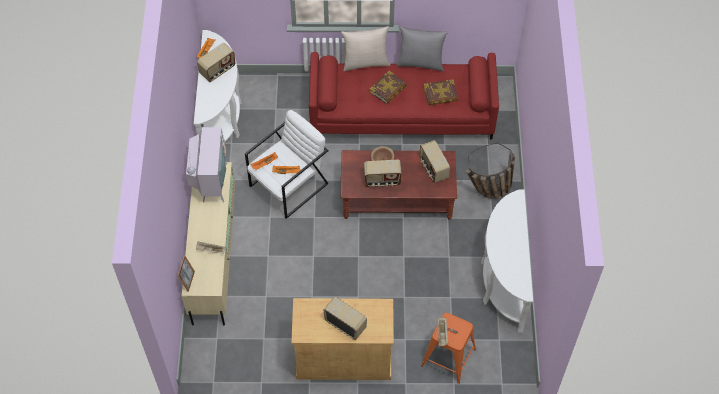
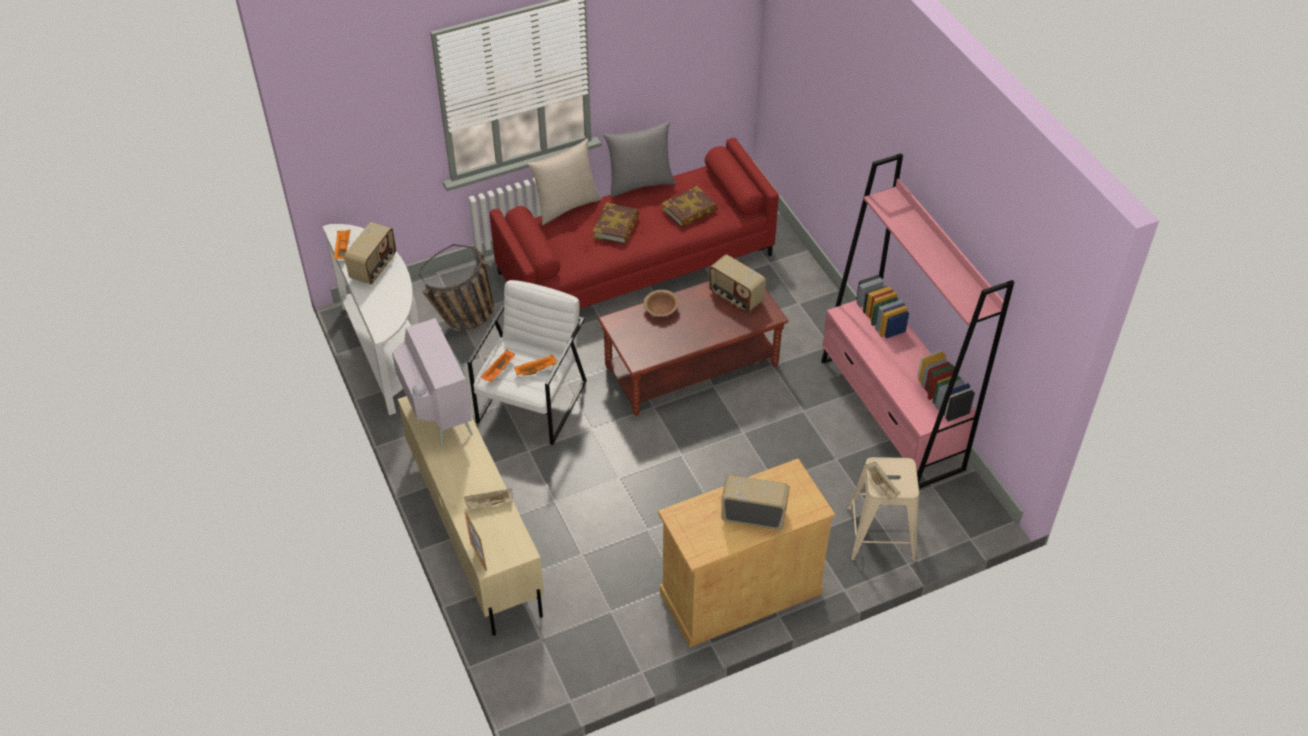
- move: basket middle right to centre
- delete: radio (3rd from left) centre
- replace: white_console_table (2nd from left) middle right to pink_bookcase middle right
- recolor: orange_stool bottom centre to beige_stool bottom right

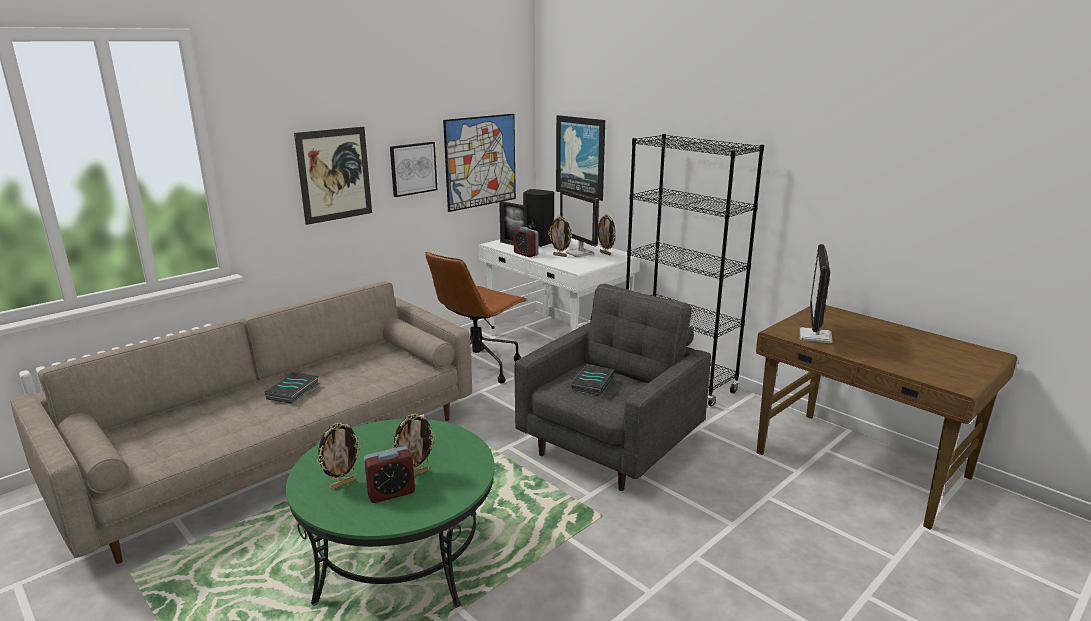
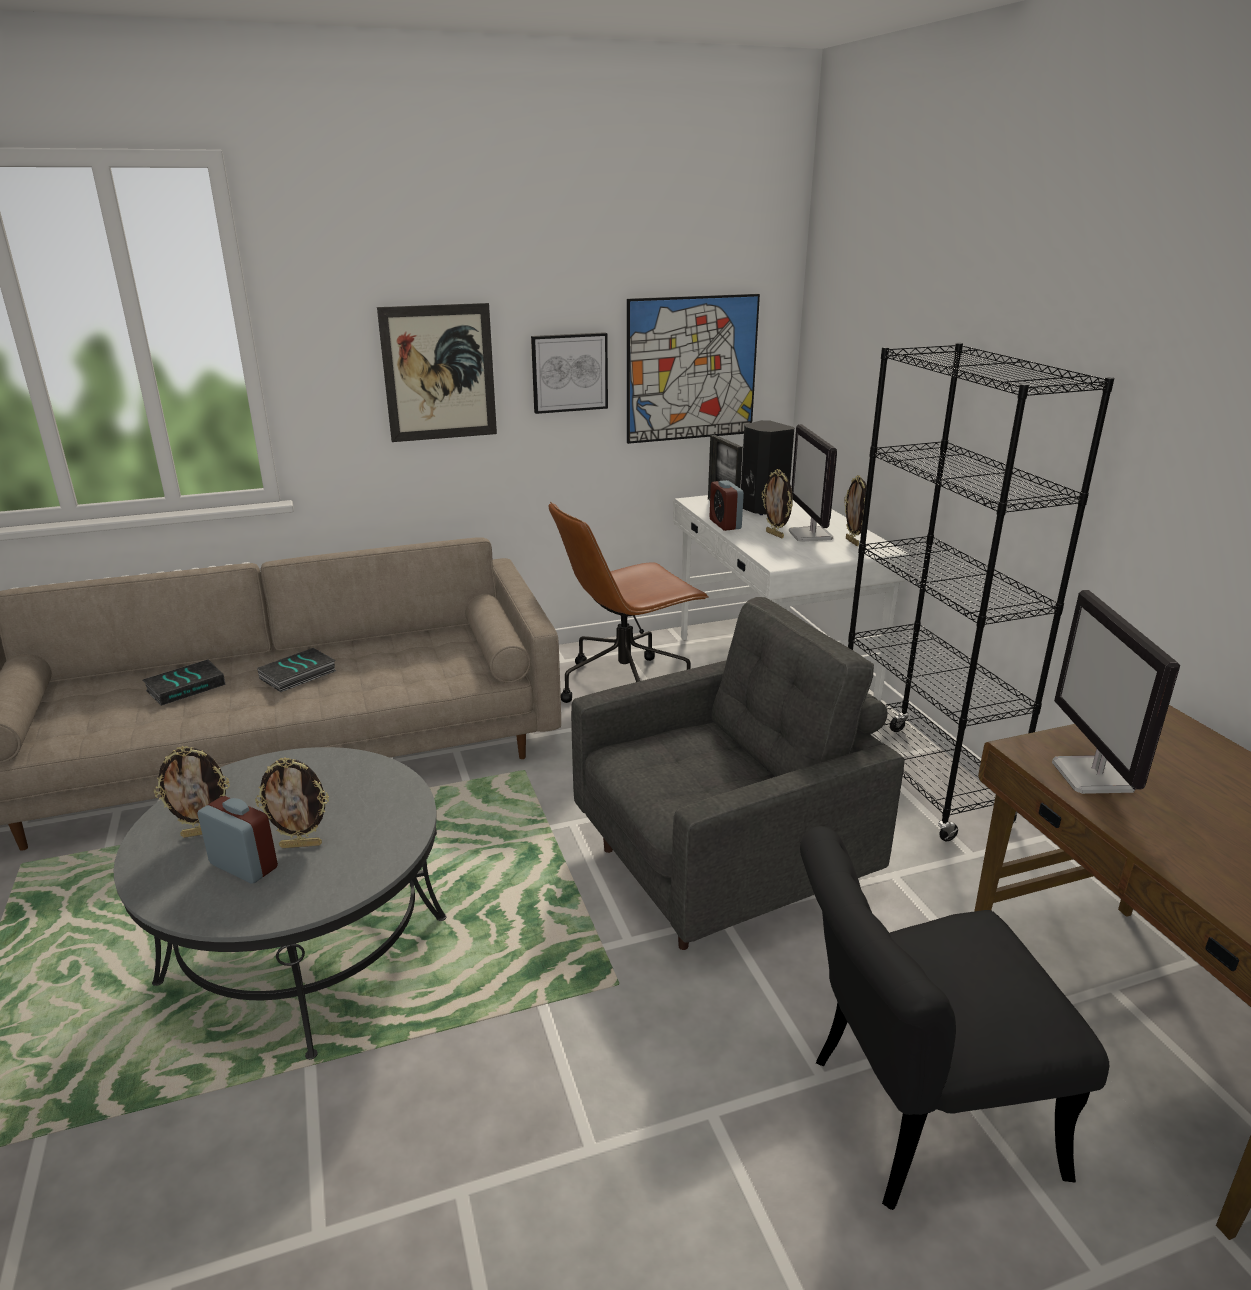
- delete: picture (4th from left) top centre
- rotate: monitor (2nd from left) middle right = middle right 45 degrees counterclockwise
- move: book (2nd from left in the first image) centre to book (1st from left) middle left
- recolor: green_coffee_table bottom centre to grey_coffee_table bottom left
- rotate: alarm_clock (1st from left) bottom centre = middle left 150 degrees counterclockwise
- insert: black_chair bottom right

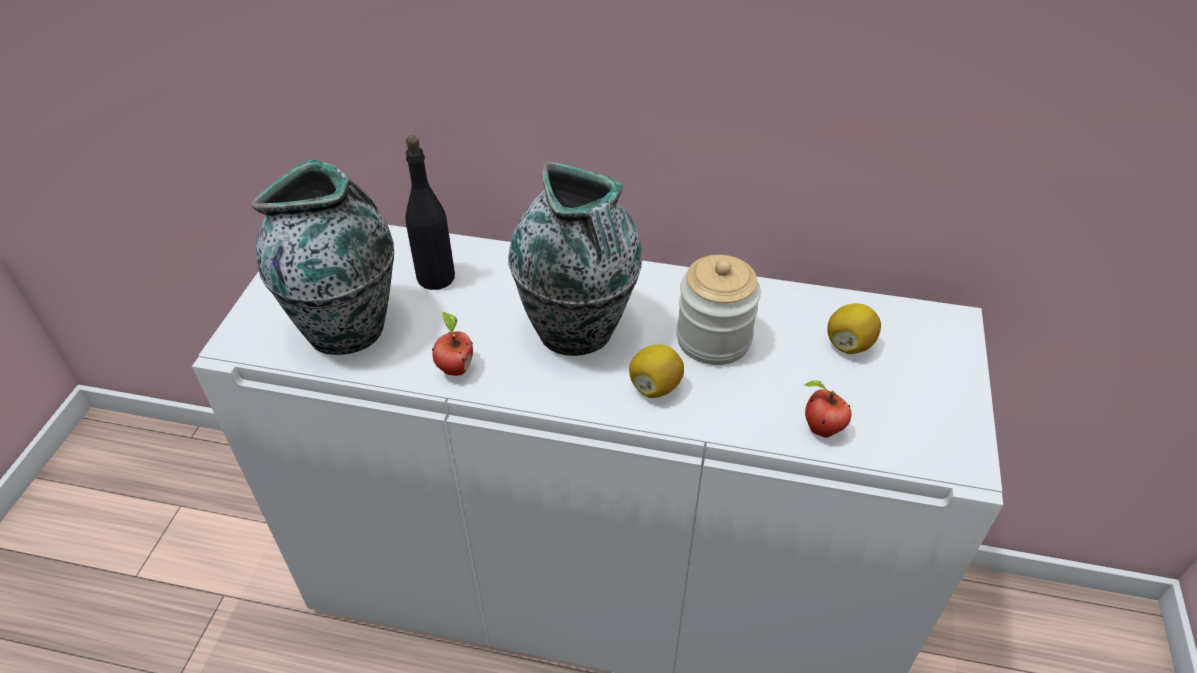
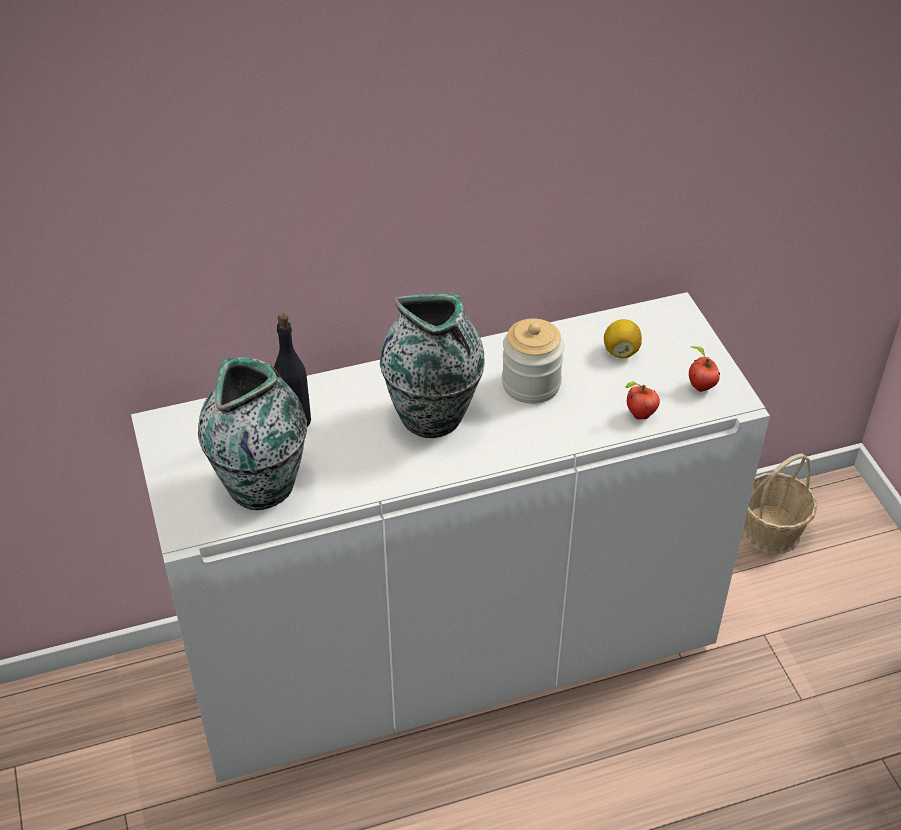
- move: apple (1st from left in the first image) centre to apple (2nd from left) middle right
- delete: lemon (1st from left) centre
- insert: basket middle right

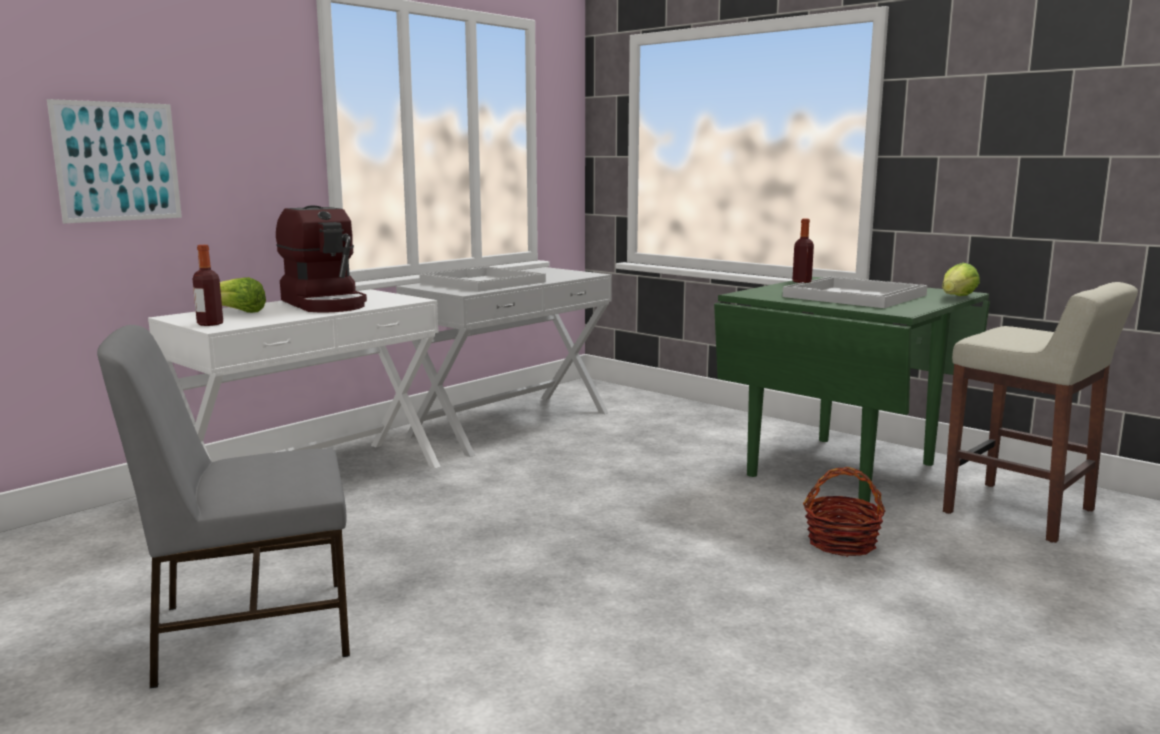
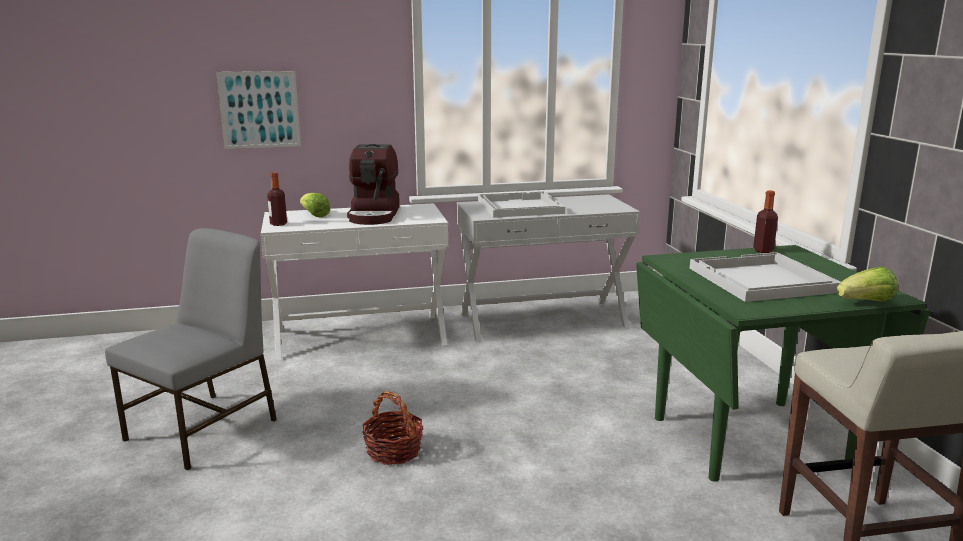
- rotate: grey_chair bottom left = middle left 105 degrees clockwise
- move: basket bottom right to bottom centre

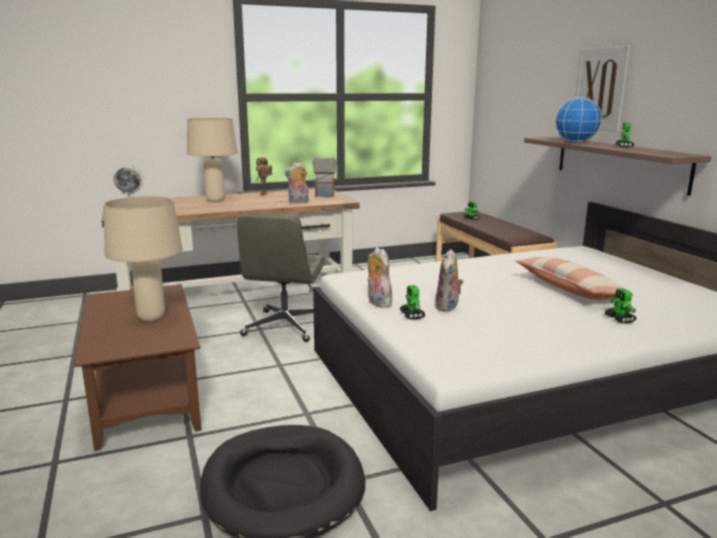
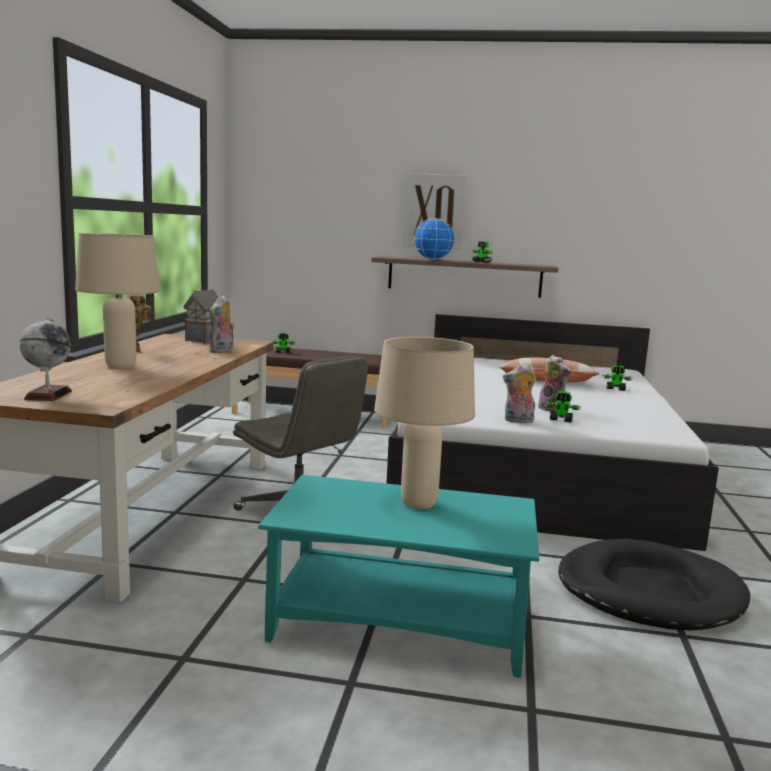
- recolor: brown_coffee_table bottom left to turquoise_coffee_table bottom centre

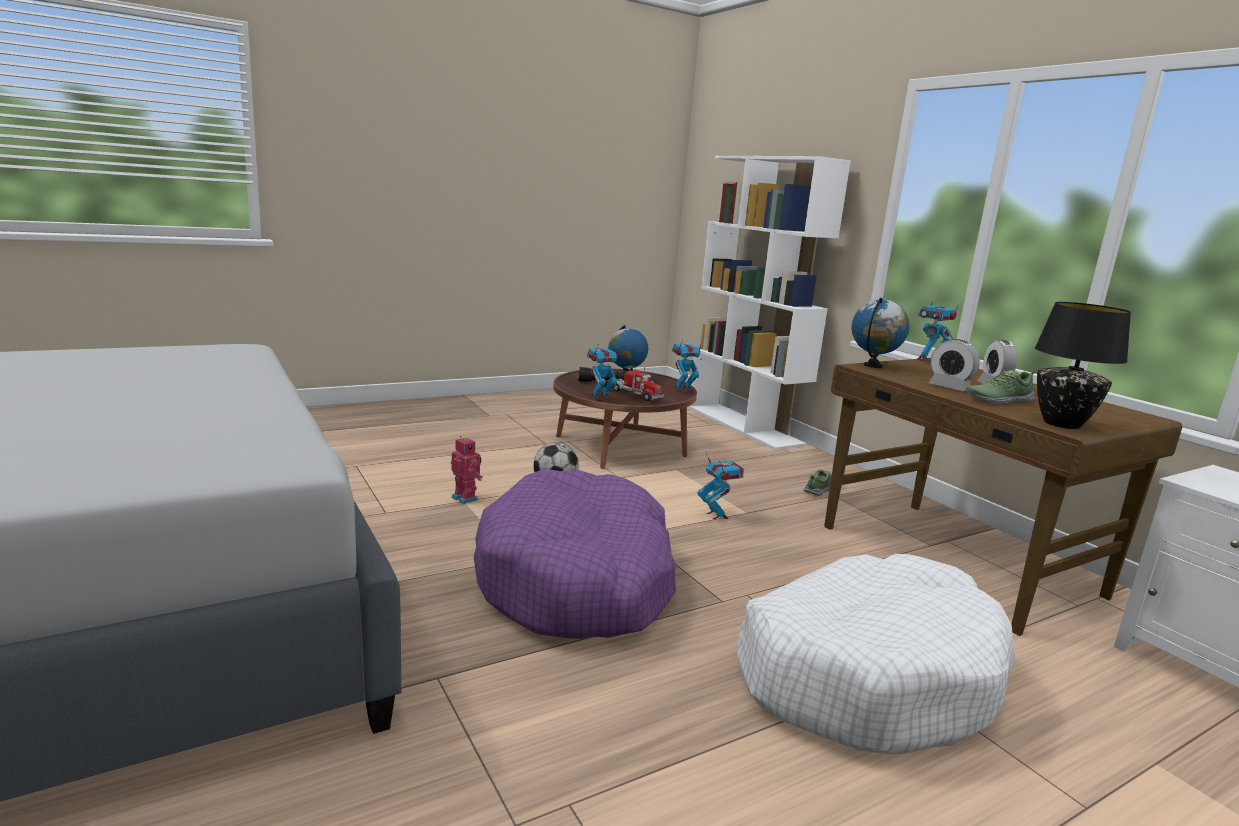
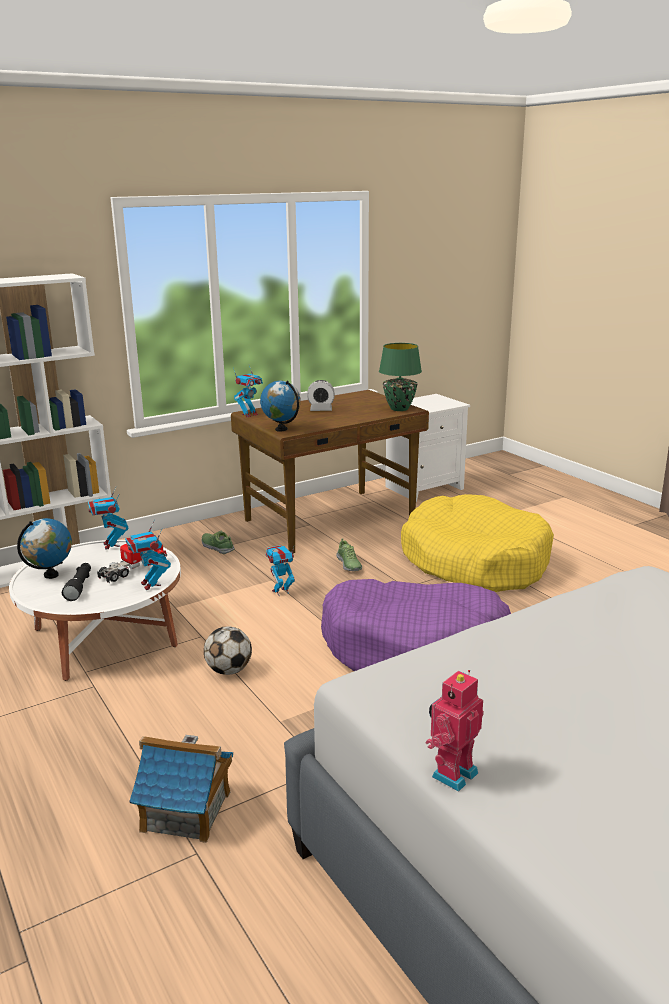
- recolor: black_table_lamp middle right to green_table_lamp centre
- delete: alarm_clock (1st from left) middle right
- recolor: brown_coffee_table centre to white_coffee_table middle left
- move: shoe (2nd from left) middle right to centre
- move: toy_robot (1st from left in the first image) centre to toy_robot (5th from left) bottom right
- recolor: white_dog_bed bottom right to yellow_dog_bed middle right
- insert: toy_house bottom left

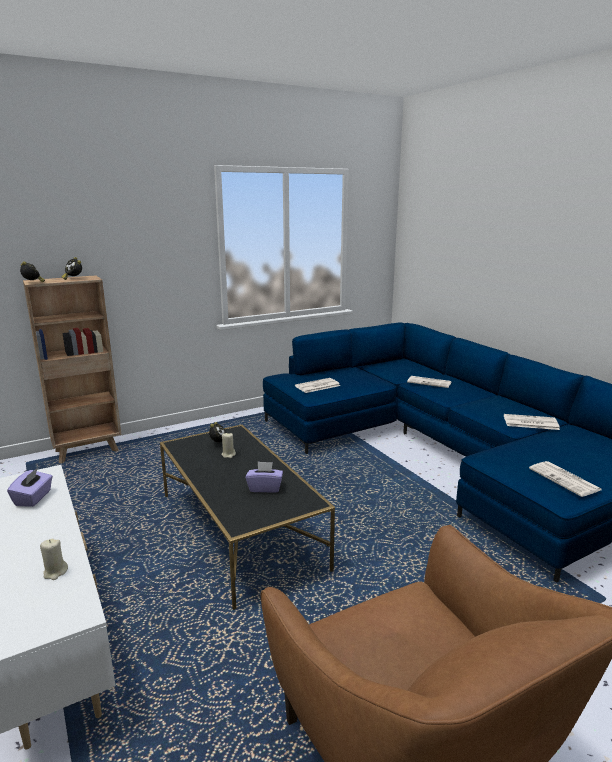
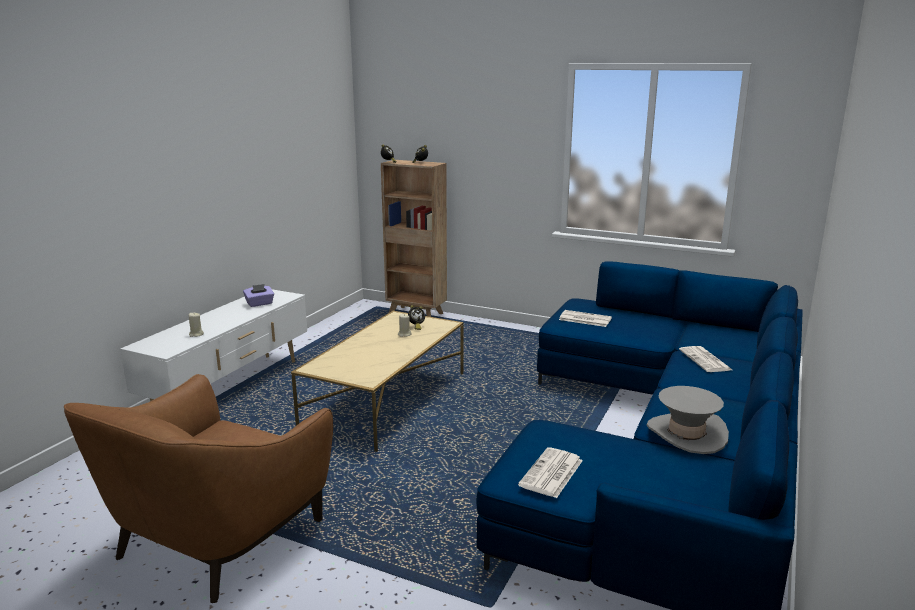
- replace: newspaper (3rd from left) middle right to grey_hat bottom right
- recolor: black_coffee_table bottom centre to beige_coffee_table centre
- delete: purple_tissue_box (2nd from left) centre

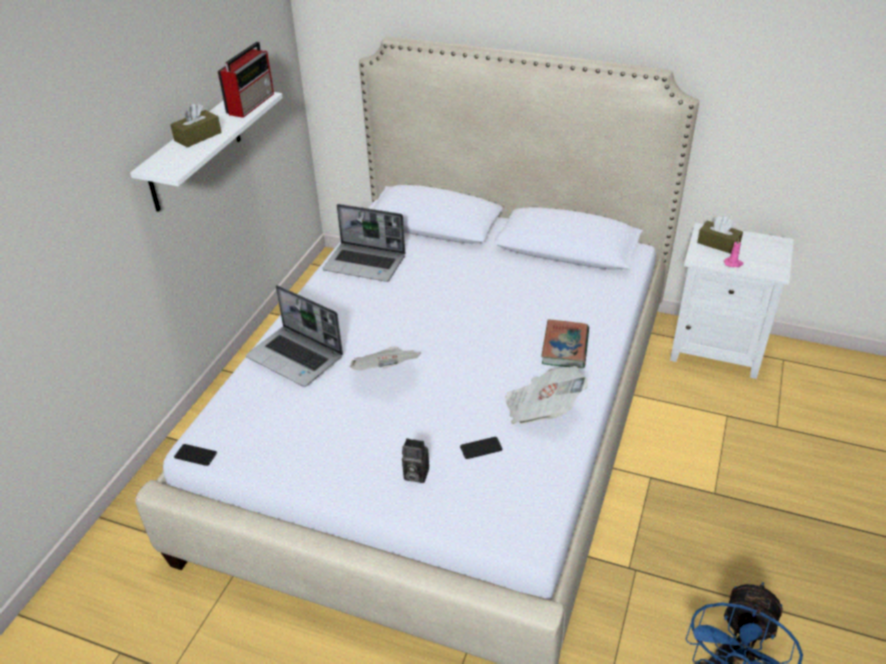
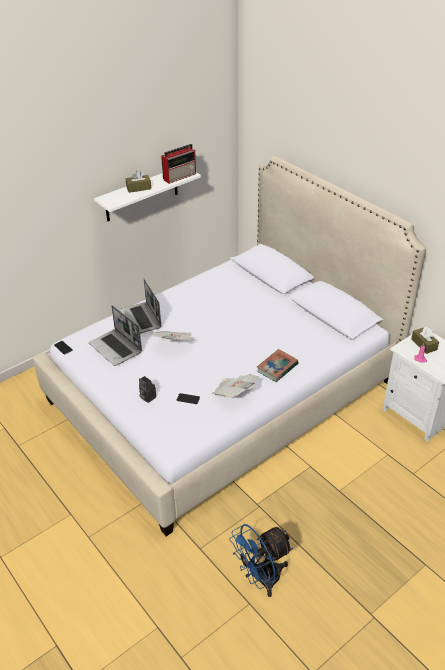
- move: laptop (2nd from left in the first image) centre to laptop (1st from left) middle left

